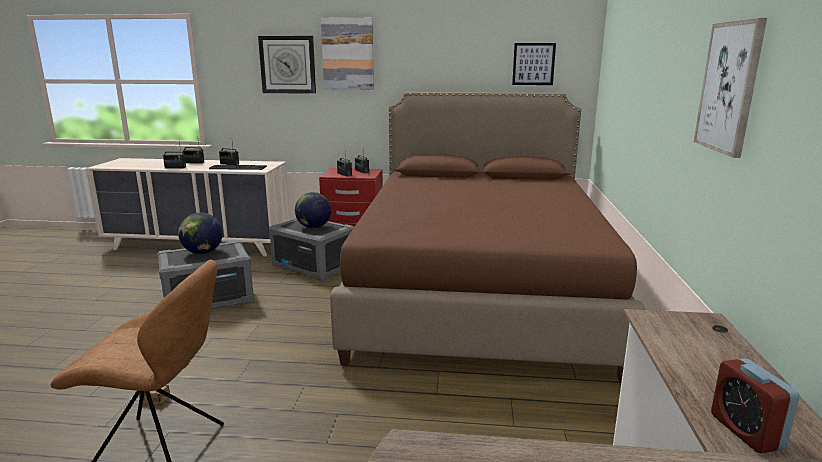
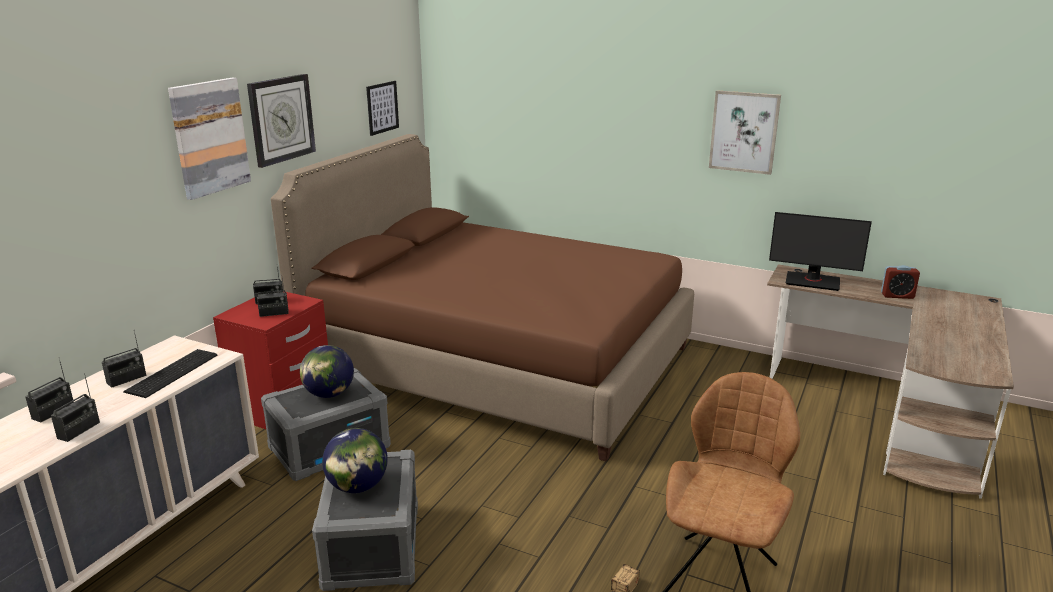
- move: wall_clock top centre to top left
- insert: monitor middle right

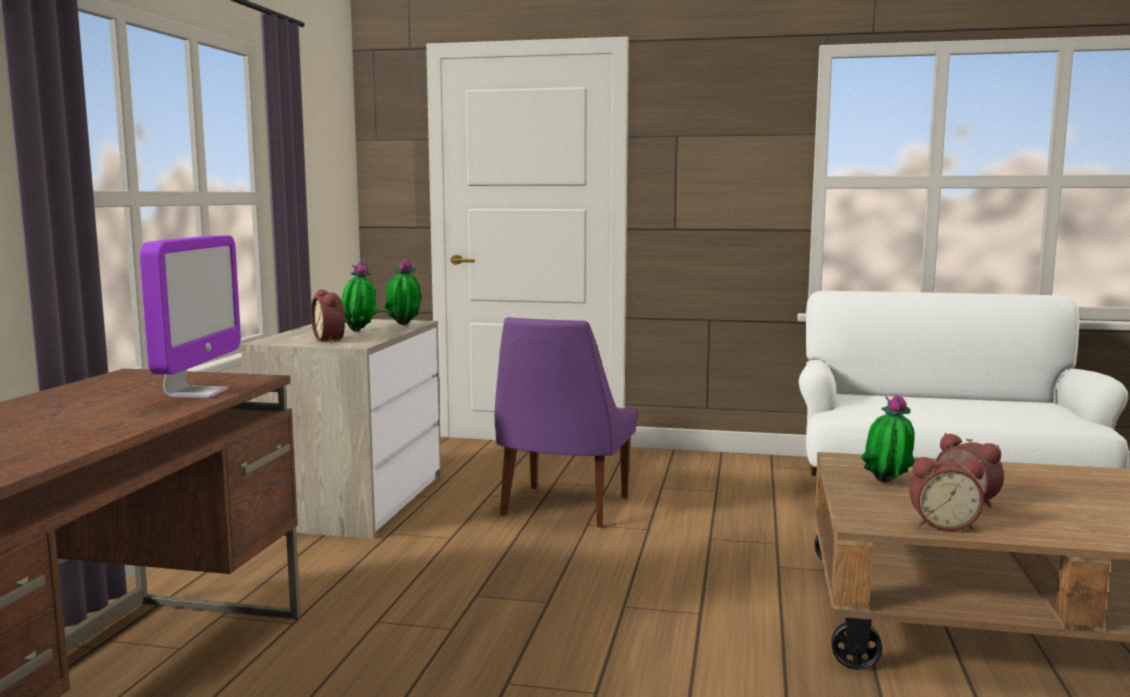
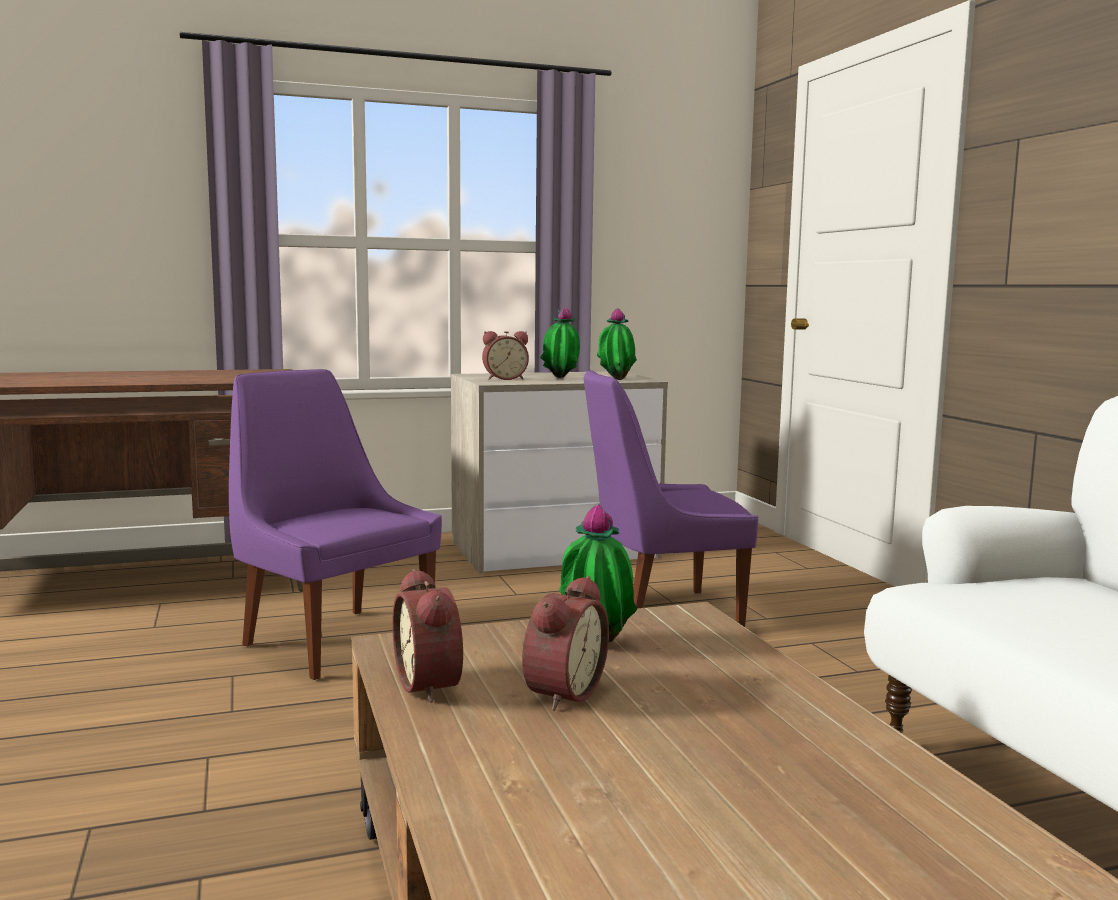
- delete: monitor middle left
- rotate: alarm_clock (1st from left in the first image) middle left = centre 135 degrees counterclockwise
- insert: purple_chair (1st from left) middle left

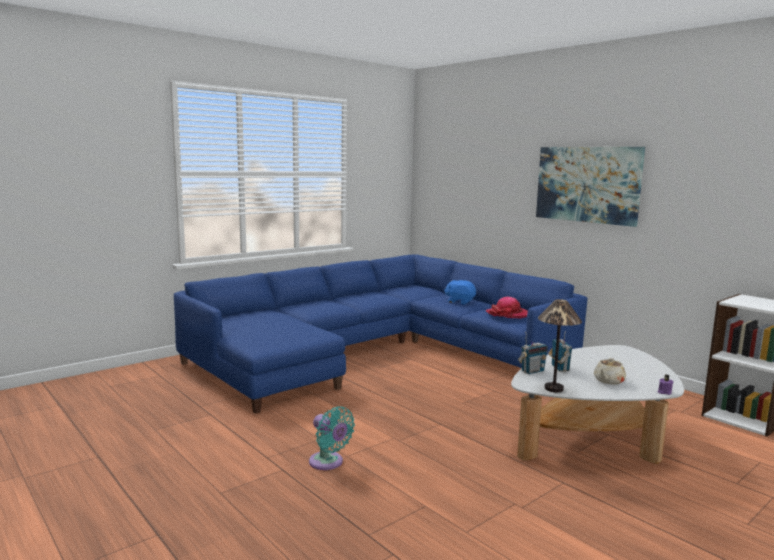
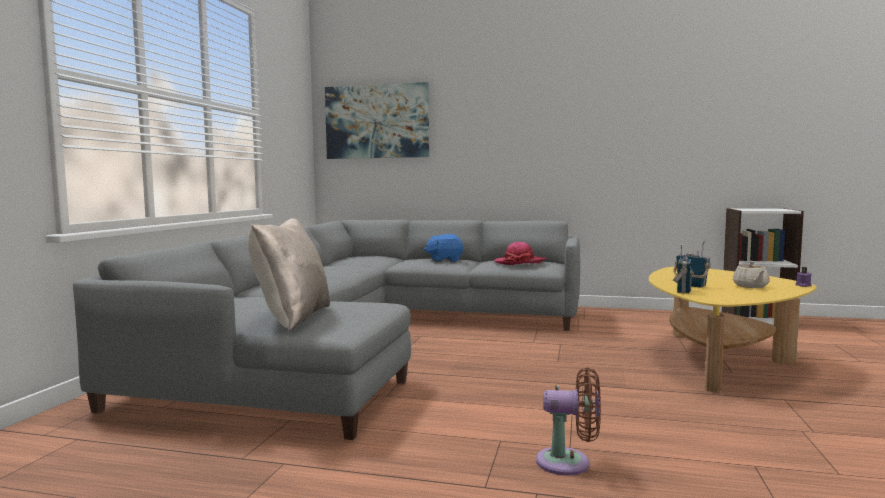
- move: picture middle right to top centre
- recolor: blue_sofa centre to grey_sofa centre
- delete: table_lamp middle right
- recolor: white_coffee_table bottom right to yellow_coffee_table middle right
- recolor: turquoise_fan bottom centre to brown_fan bottom centre
- insert: beige_pillow middle left

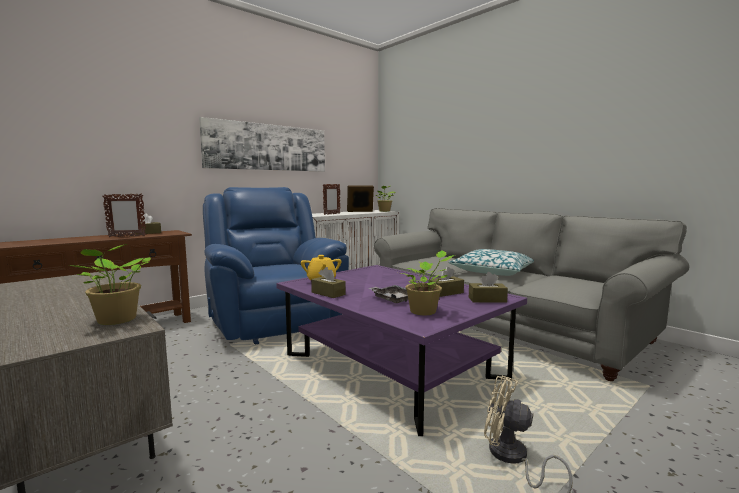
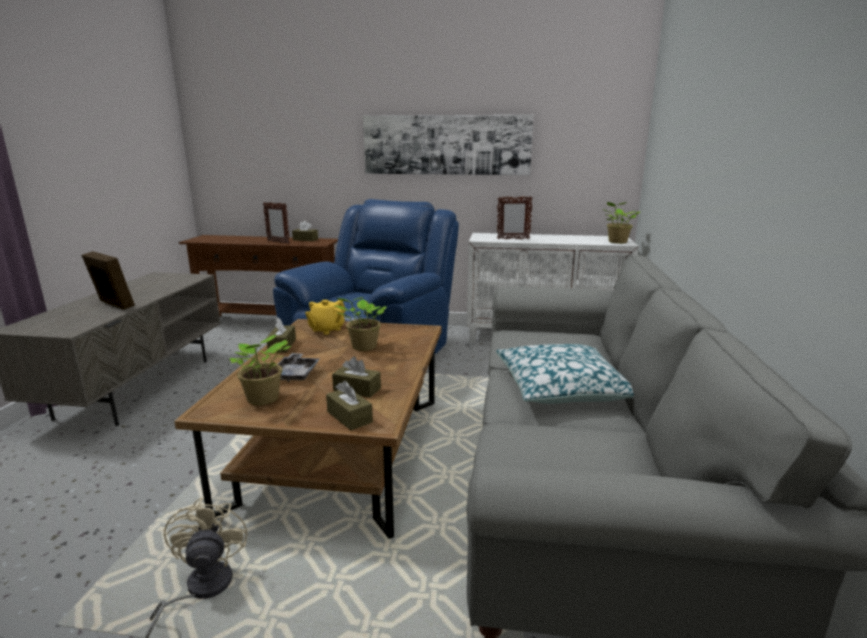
- move: picture_frame (3rd from left in the first image) centre to picture_frame (1st from left) middle left
- move: potted_plant (1st from left in the first image) middle left to potted_plant (2nd from left) centre
- recolor: purple_coffee_table bottom centre to brown_coffee_table bottom centre

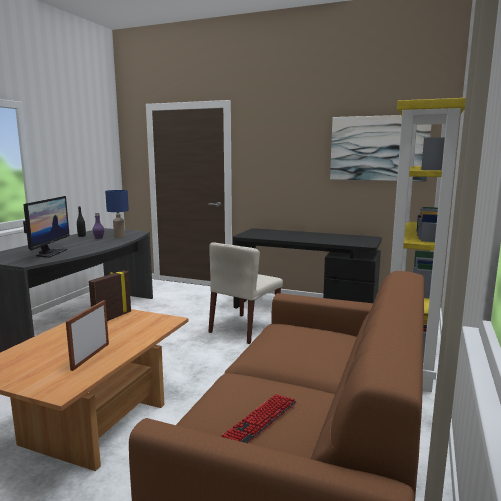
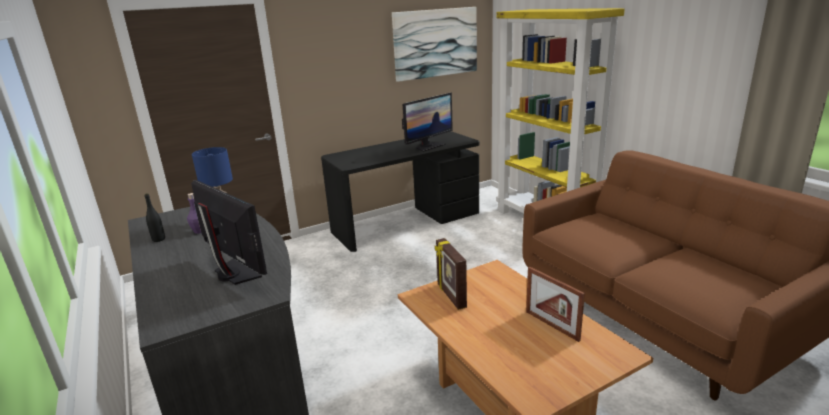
- delete: beige_chair centre
- delete: keyboard bottom centre
- insert: monitor (2nd from left) top centre

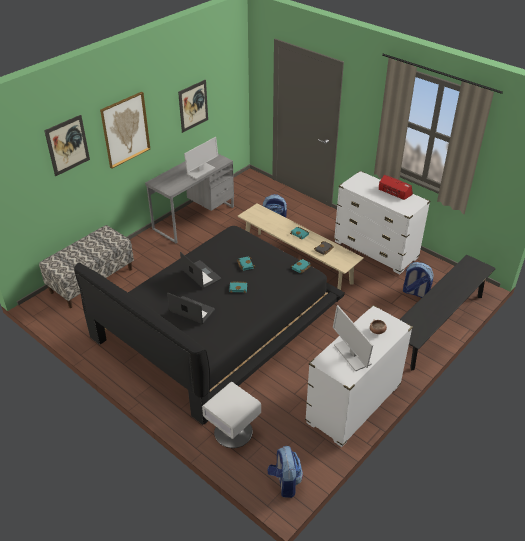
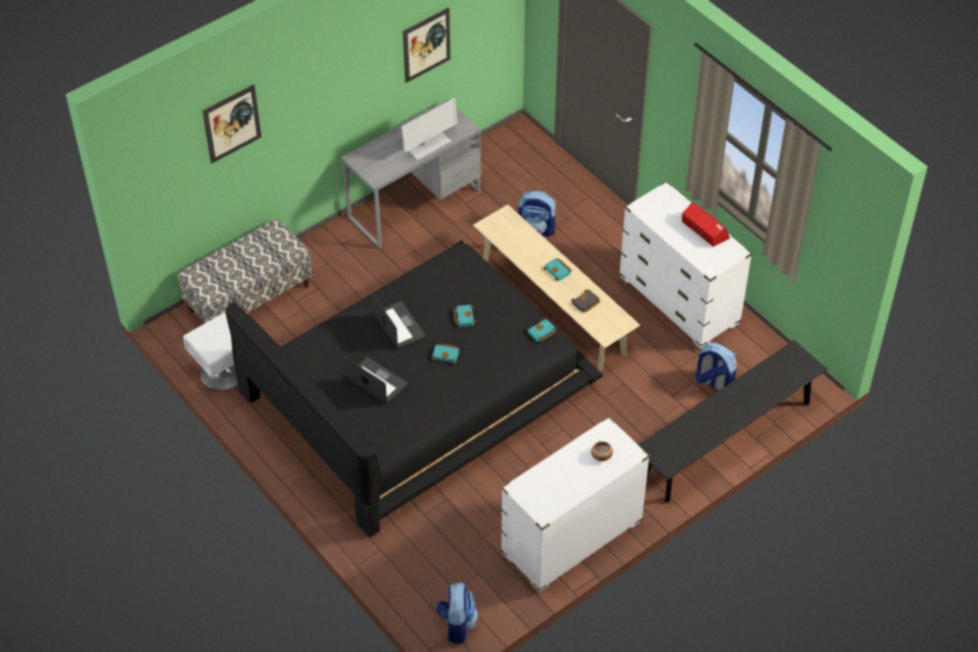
- delete: picture (2nd from left) top left
- delete: monitor (2nd from left) middle right
- move: white_nightstand bottom centre to middle left

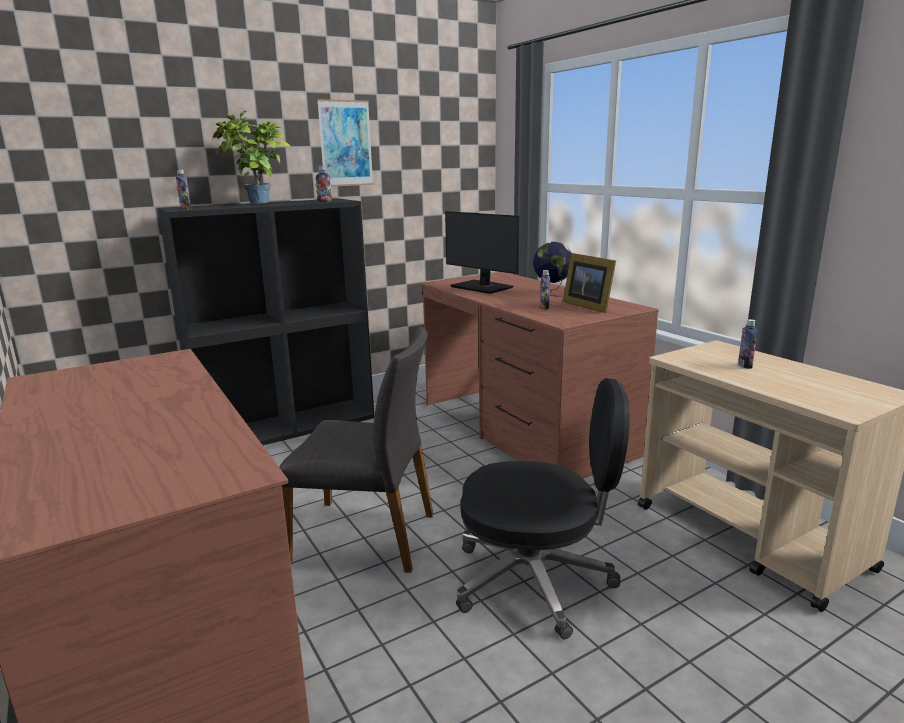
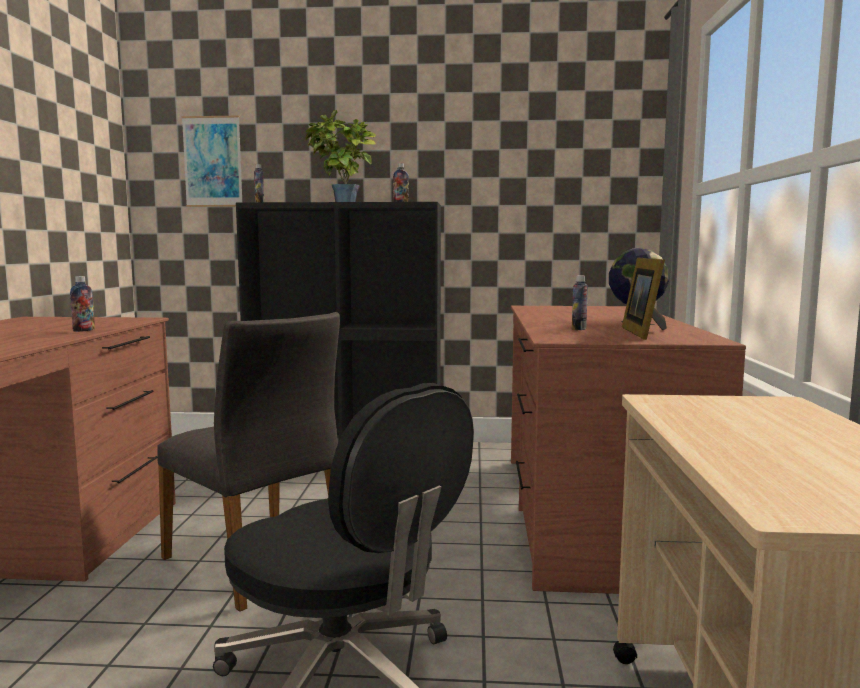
- move: picture top centre to top left
- delete: monitor centre
- move: bottle (4th from left in the first image) middle right to bottle (1st from left) middle left

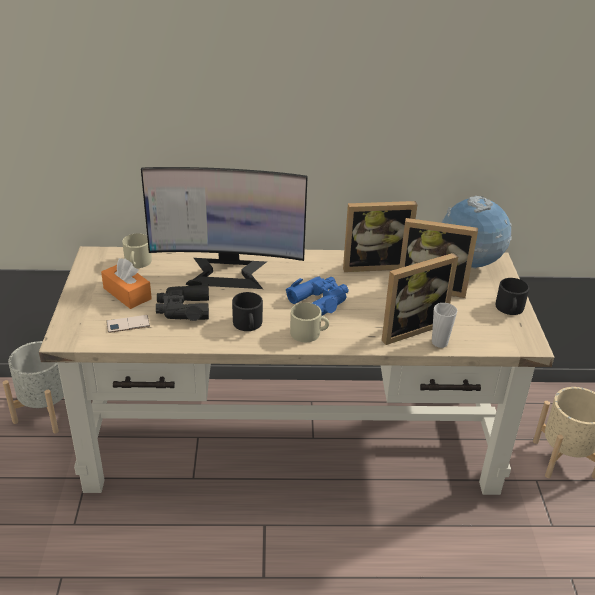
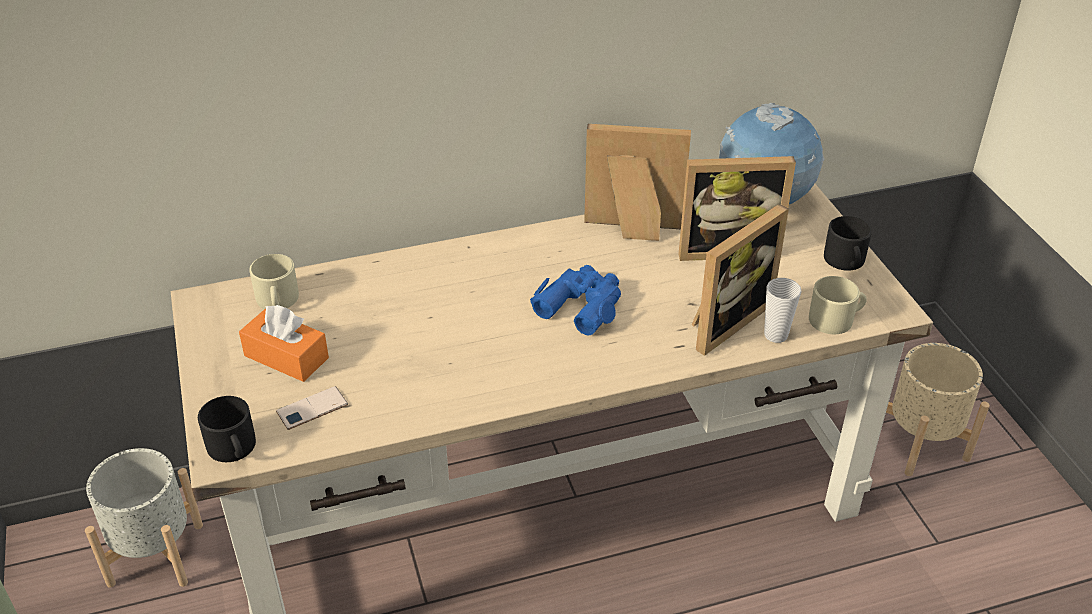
- delete: monitor centre
- rotate: picture_frame (1st from left) centre = top centre 150 degrees counterclockwise
- delete: black_binoculars middle left
- move: black_mug (1st from left) centre to bottom left
- move: beige_mug (2nd from left) centre to middle right

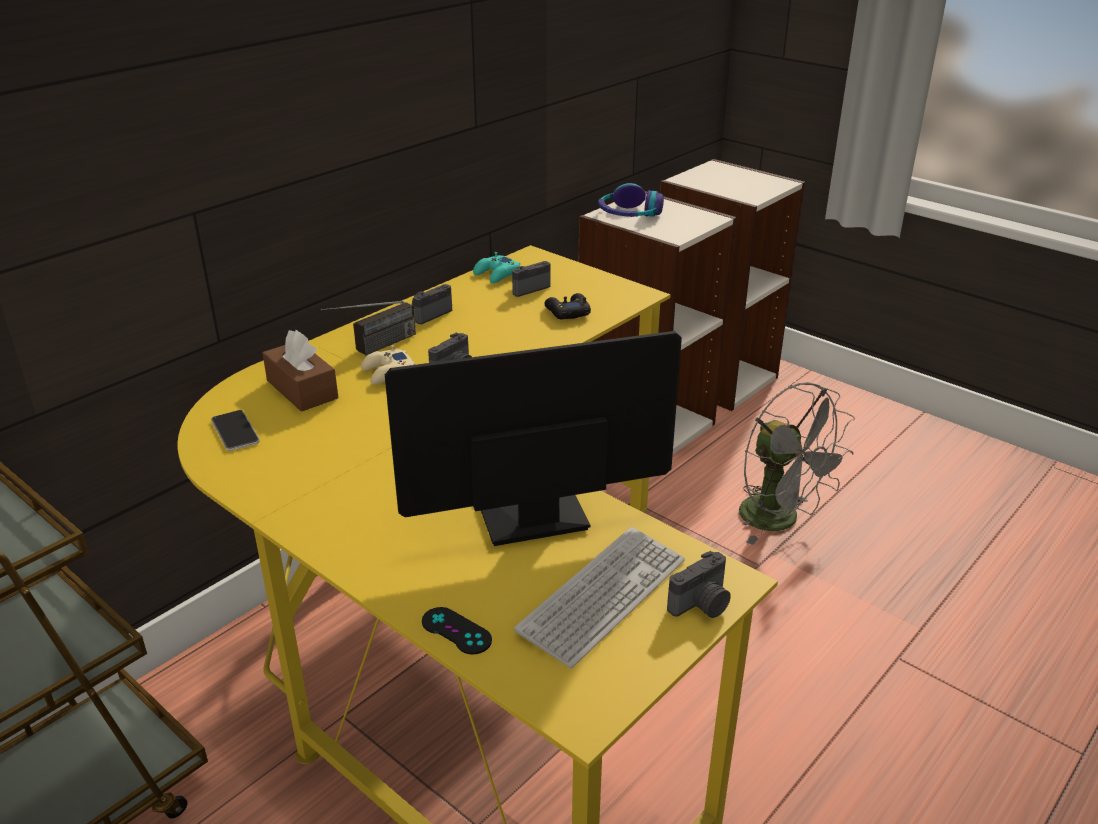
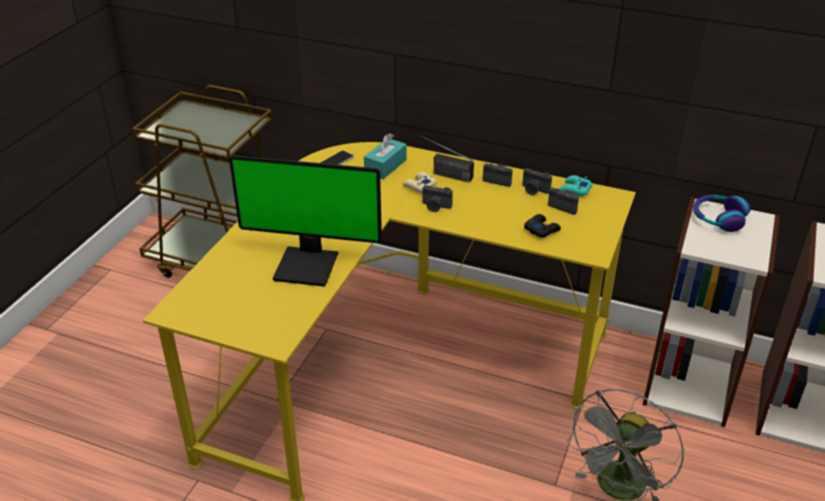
- recolor: brown_tissue_box middle left to turquoise_tissue_box top centre
- rotate: monitor centre = centre 135 degrees clockwise
- delete: keyboard bottom centre
- move: photo_camera (4th from left in the first image) bottom centre to photo_camera (3rd from left) centre
- delete: black_game_controller (1st from left) bottom centre

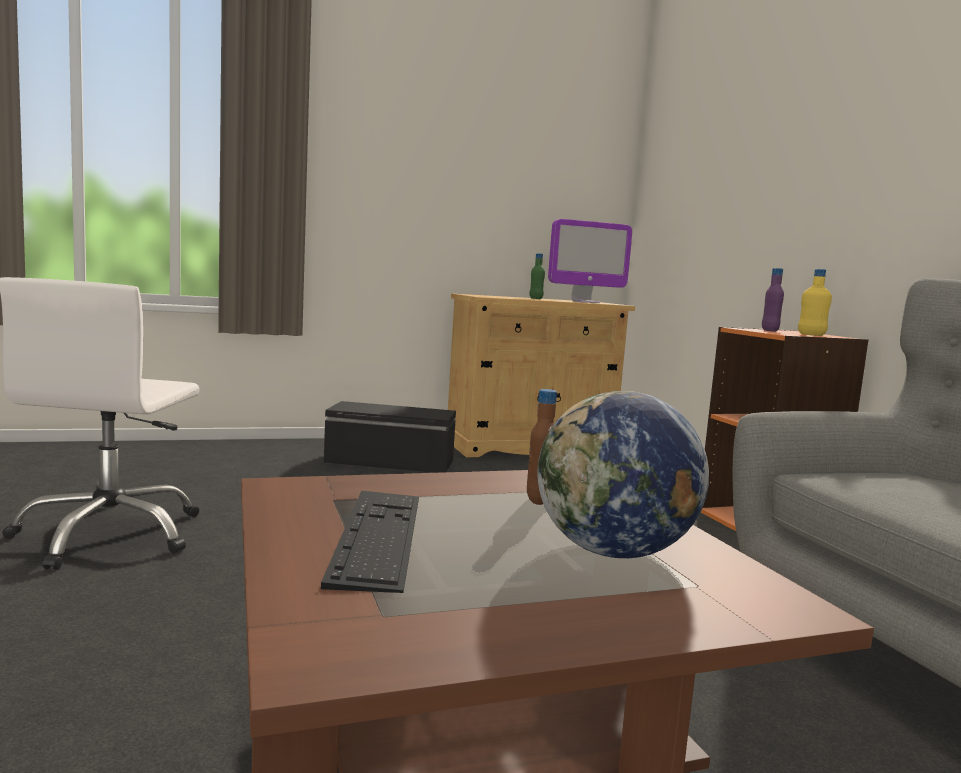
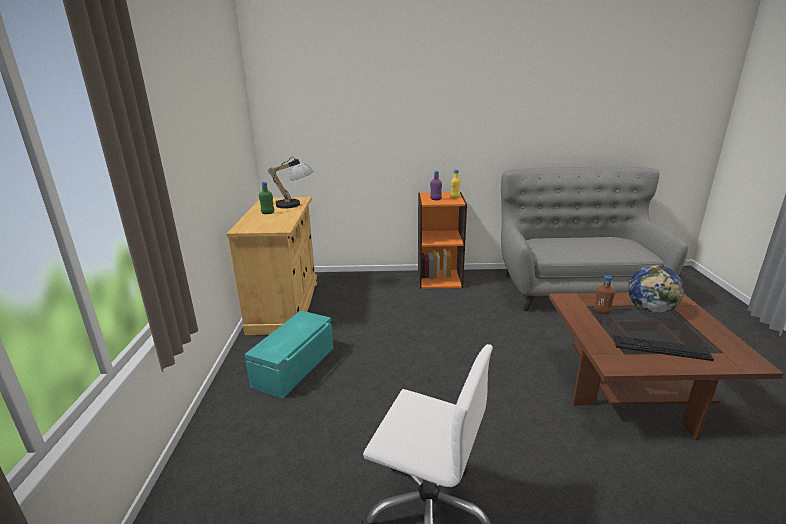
- replace: monitor centre to table_lamp centre
- recolor: black_storage_box centre to turquoise_storage_box bottom centre

